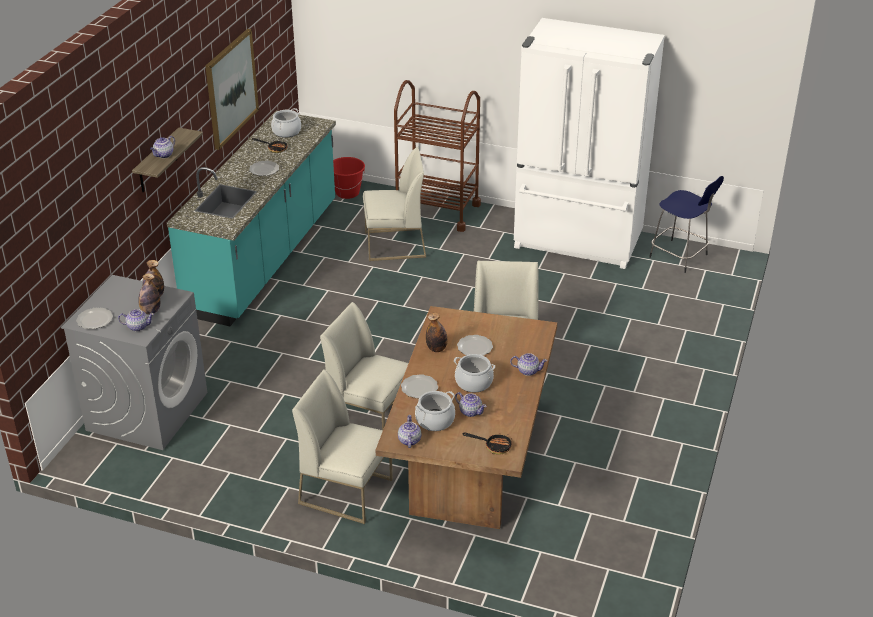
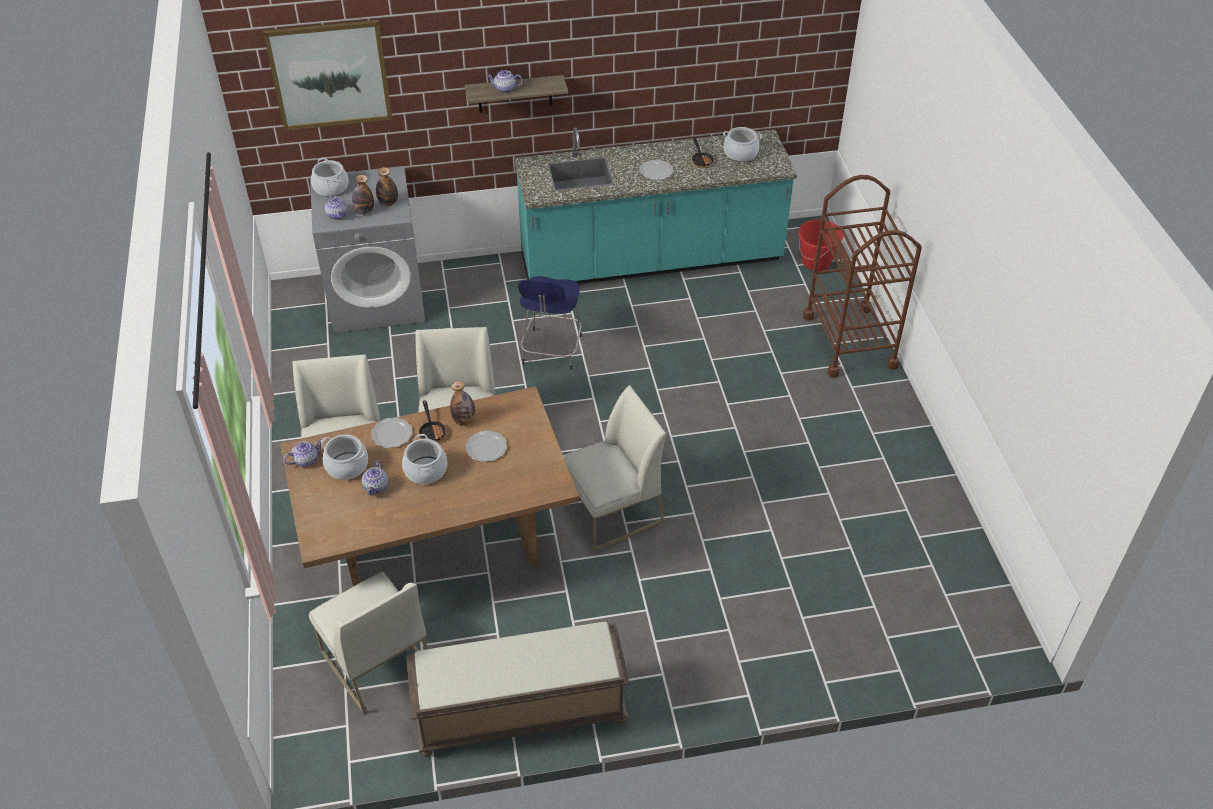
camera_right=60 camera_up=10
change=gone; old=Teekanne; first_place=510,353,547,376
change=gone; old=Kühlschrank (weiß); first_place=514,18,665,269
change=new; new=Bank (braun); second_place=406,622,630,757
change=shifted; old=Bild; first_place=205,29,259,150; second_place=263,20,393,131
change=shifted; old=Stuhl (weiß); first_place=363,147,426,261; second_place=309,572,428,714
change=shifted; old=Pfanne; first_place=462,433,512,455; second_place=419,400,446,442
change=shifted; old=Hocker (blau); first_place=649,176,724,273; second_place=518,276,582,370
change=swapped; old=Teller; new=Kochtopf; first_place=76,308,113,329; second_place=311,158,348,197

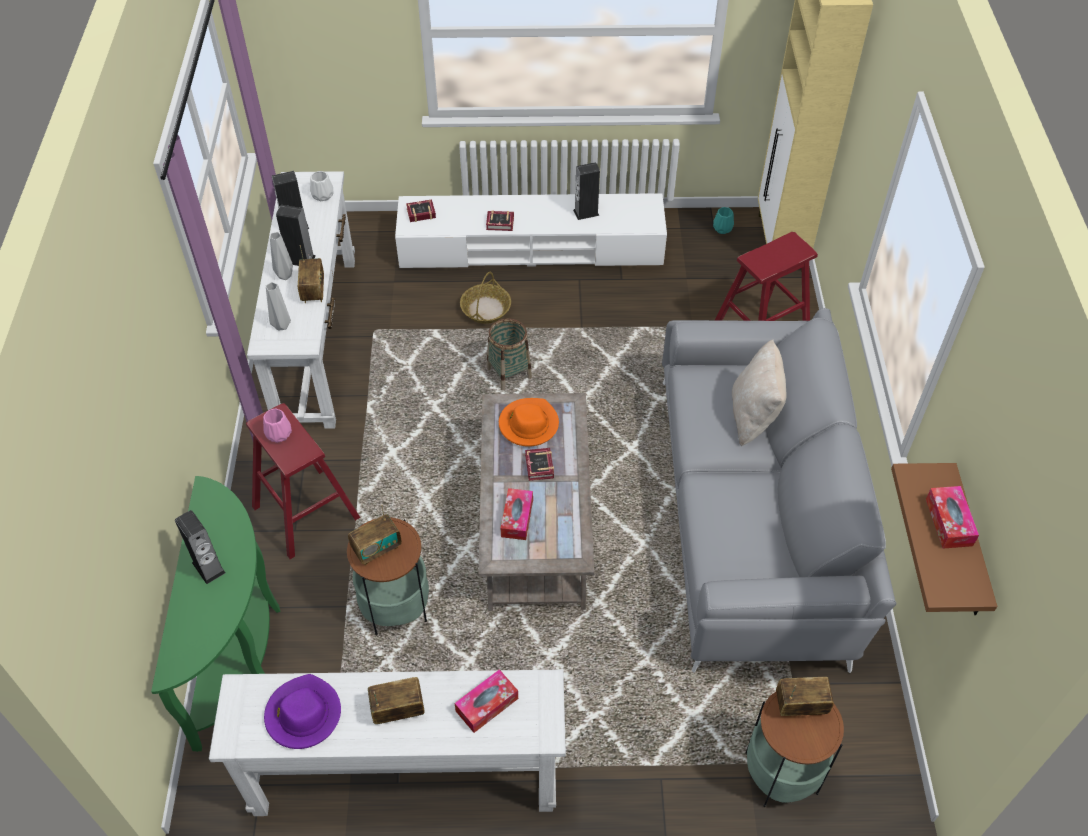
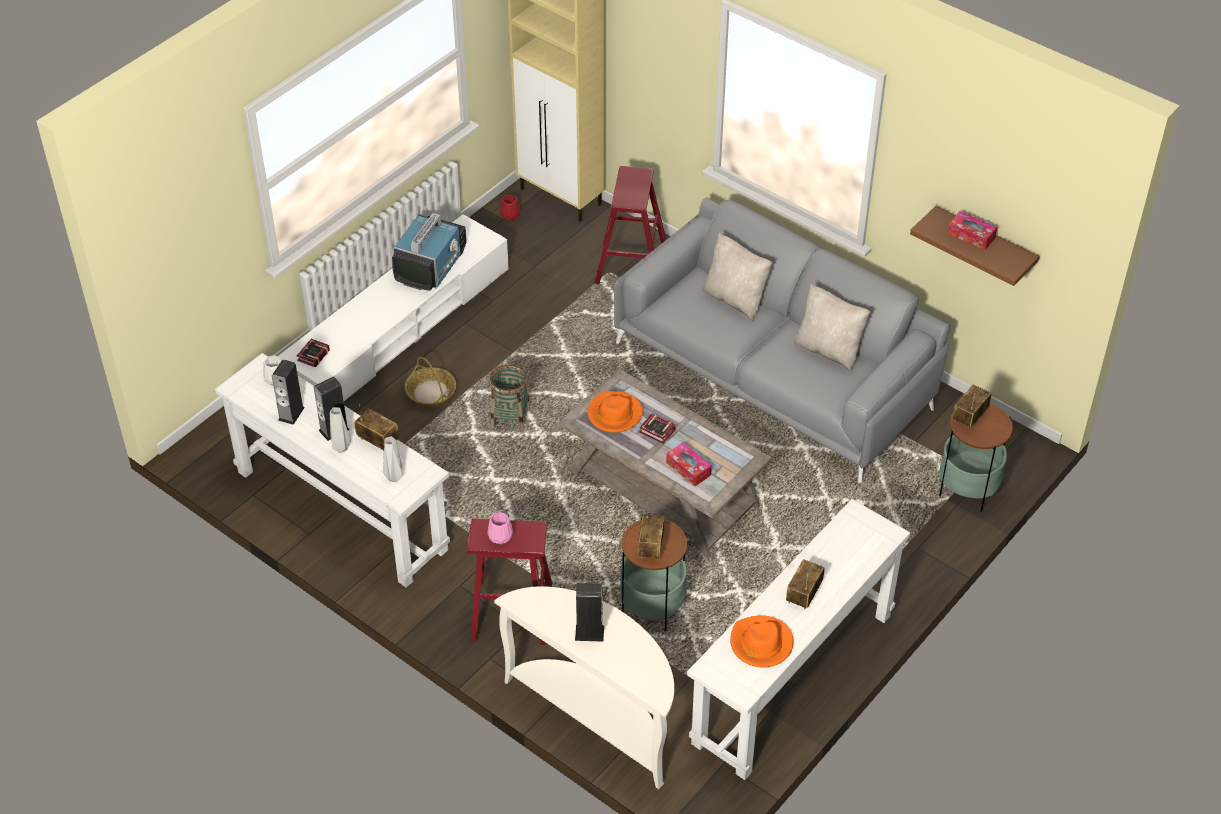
camera_right=-50 camera_up=-5
change=gone; old=Taschentuchbox; first_place=455,669,518,733
change=gone; old=Buch; first_place=486,210,514,231
change=new; new=Kissen (beige); second_place=794,284,870,372
change=swapped; old=Lautsprecher; new=Fernseher; first_place=573,162,600,220; second_place=392,213,466,291
change=repainted; old=Konsolentisch (grün); new=Konsolentisch (weiß); first_place=151,476,280,752; second_place=494,586,674,789
change=repainted; old=Hut (lila); new=Hut (orange); first_place=264,674,341,749; second_place=730,615,793,668
change=repainted; old=Vase (türkis); new=Vase (rot); first_place=713,207,734,234; second_place=500,195,520,221

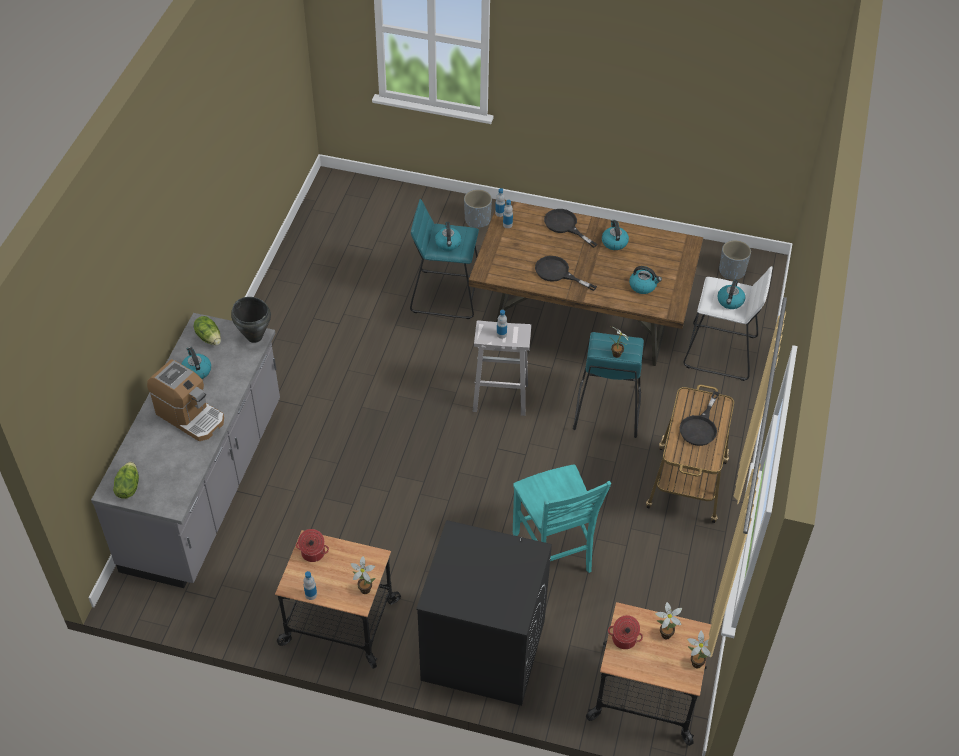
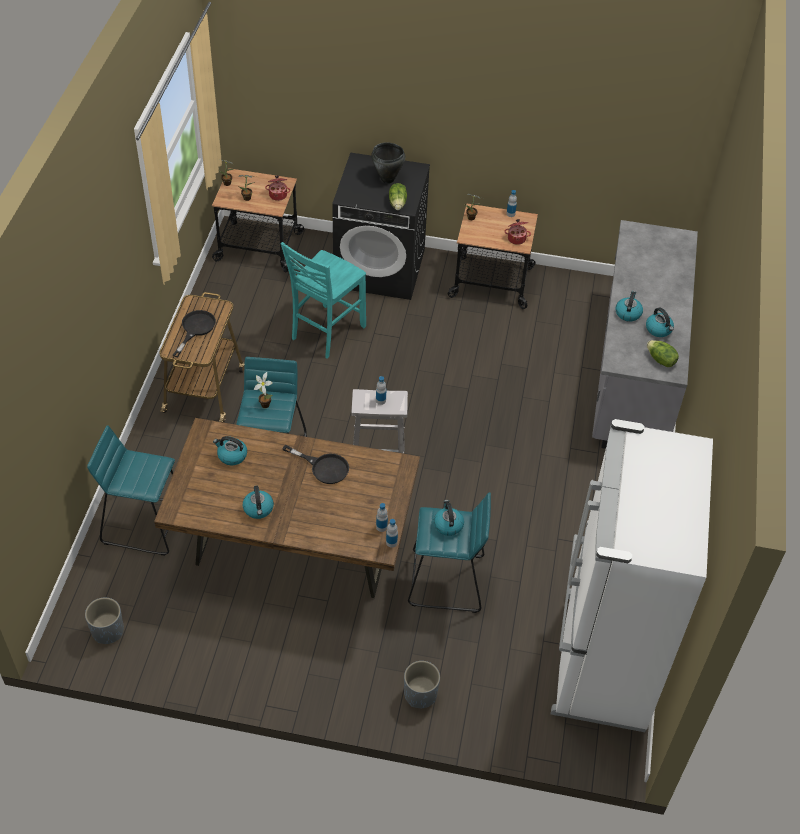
camera_right=175 camera_up=0
change=gone; old=Kaffeemaschine; first_place=147,359,224,441
change=gone; old=Pfanne (schwarz); first_place=544,209,598,248
change=new; new=Kühlschrank (weiß); second_place=551,419,713,732
change=shifted; old=Salatkopf; first_place=113,462,139,499; second_place=389,183,407,210
change=shifted; old=Kochtopf (schwarz); first_place=231,297,271,343; second_place=371,142,405,184
change=shifted; old=Wasserkessel; first_place=717,279,745,309; second_place=615,291,643,322
change=repainted; old=Hocker (weiß); new=Hocker (türkis); first_place=683,266,772,381; second_place=87,425,175,555
change=rotated; old=Stuhl (türkis); first_place=513,465,611,573; second_place=281,242,366,359; degrees=-120

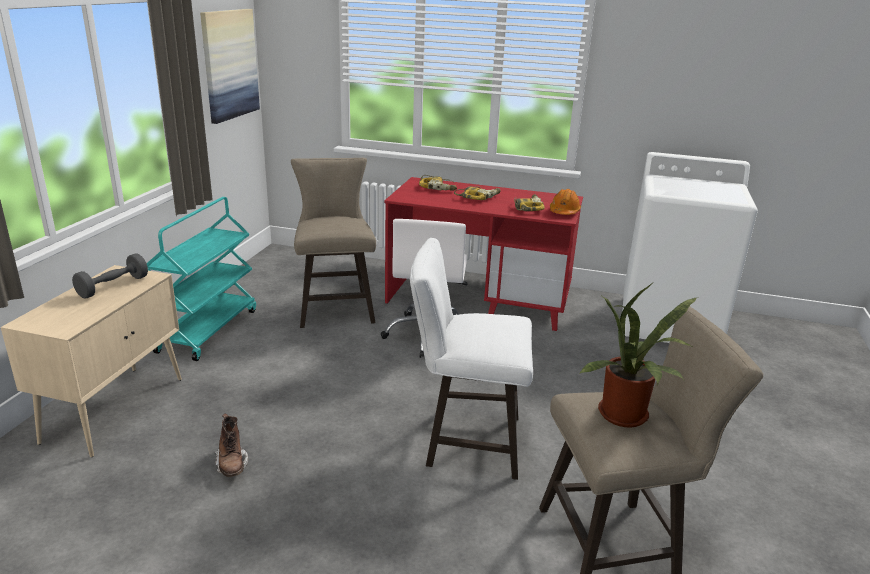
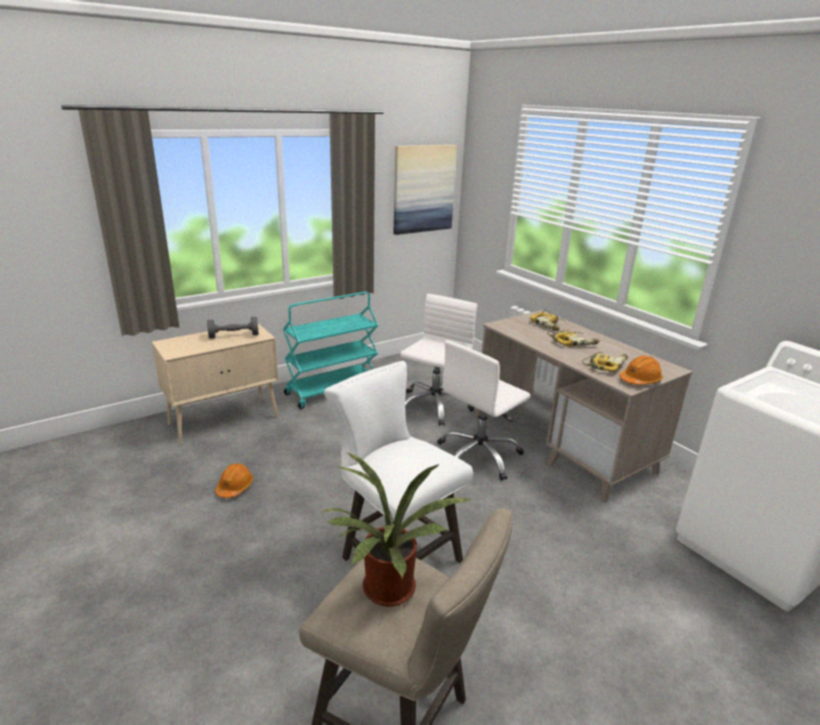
camera_right=40 camera_up=0
change=swapped; old=Stiefel (braun); new=Schutzhelm (orange); first_place=214,413,248,477; second_place=215,463,253,498
change=swapped; old=Hocker (beige); new=Bürostuhl (weiß); first_place=291,158,376,328; second_place=400,294,477,426
change=repainted; old=Schreibtisch (rot); new=Schreibtisch (beige); first_place=384,177,583,331; second_place=476,310,693,502

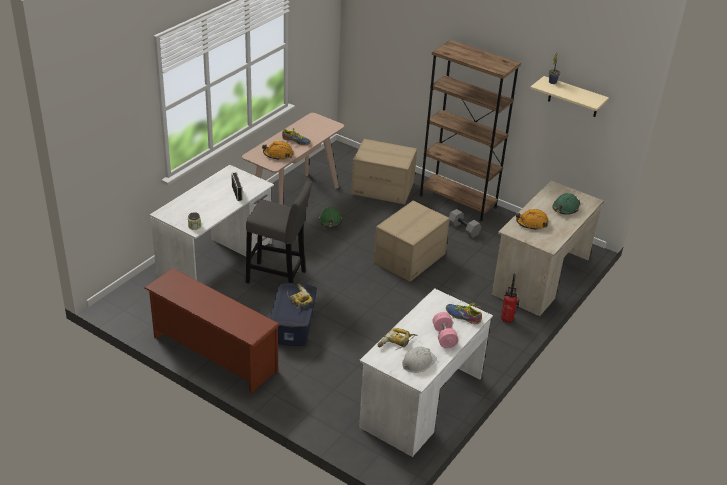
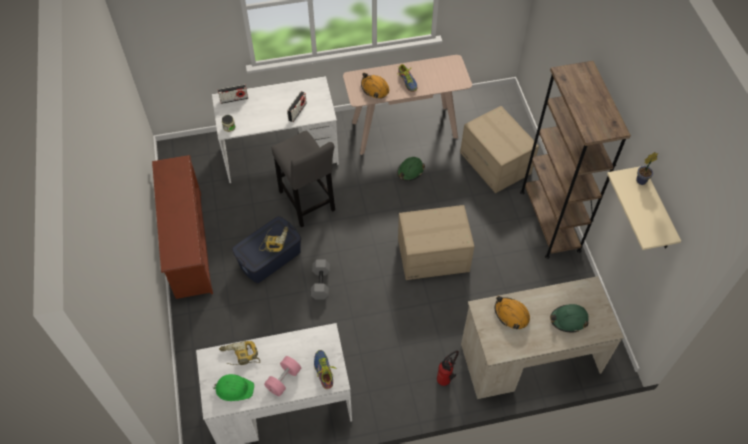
camera_right=45 camera_up=20
change=new; new=Radio; second_place=218,84,248,104
change=shifted; old=Hantel (grau); first_place=449,209,481,238; second_place=311,260,330,300
change=repainted; old=Schutzhelm (weiß); new=Schutzhelm (grün); first_place=402,347,437,373; second_place=213,374,254,401

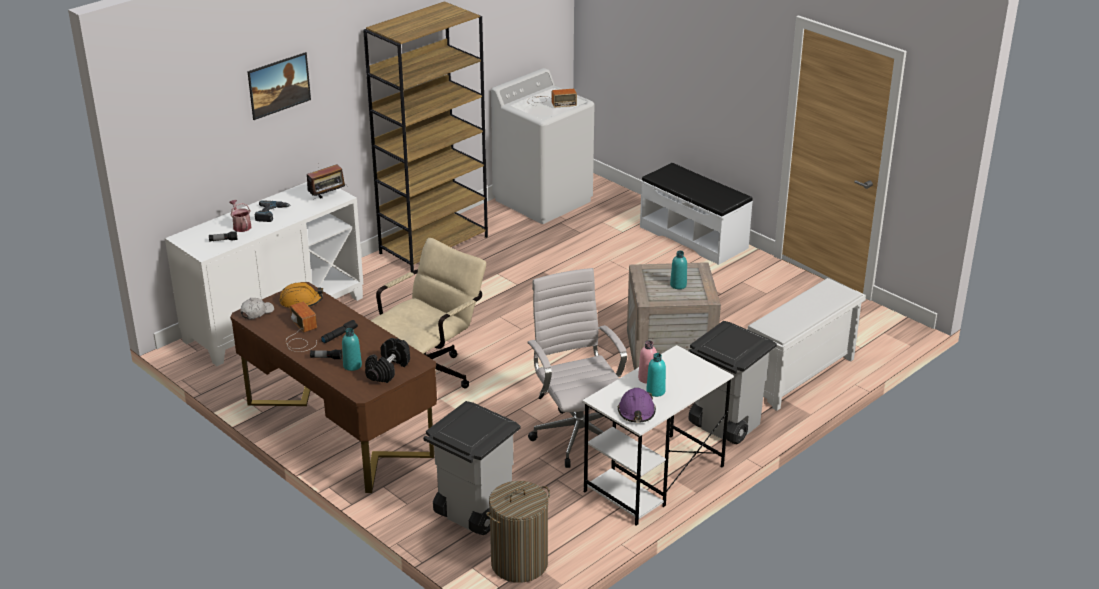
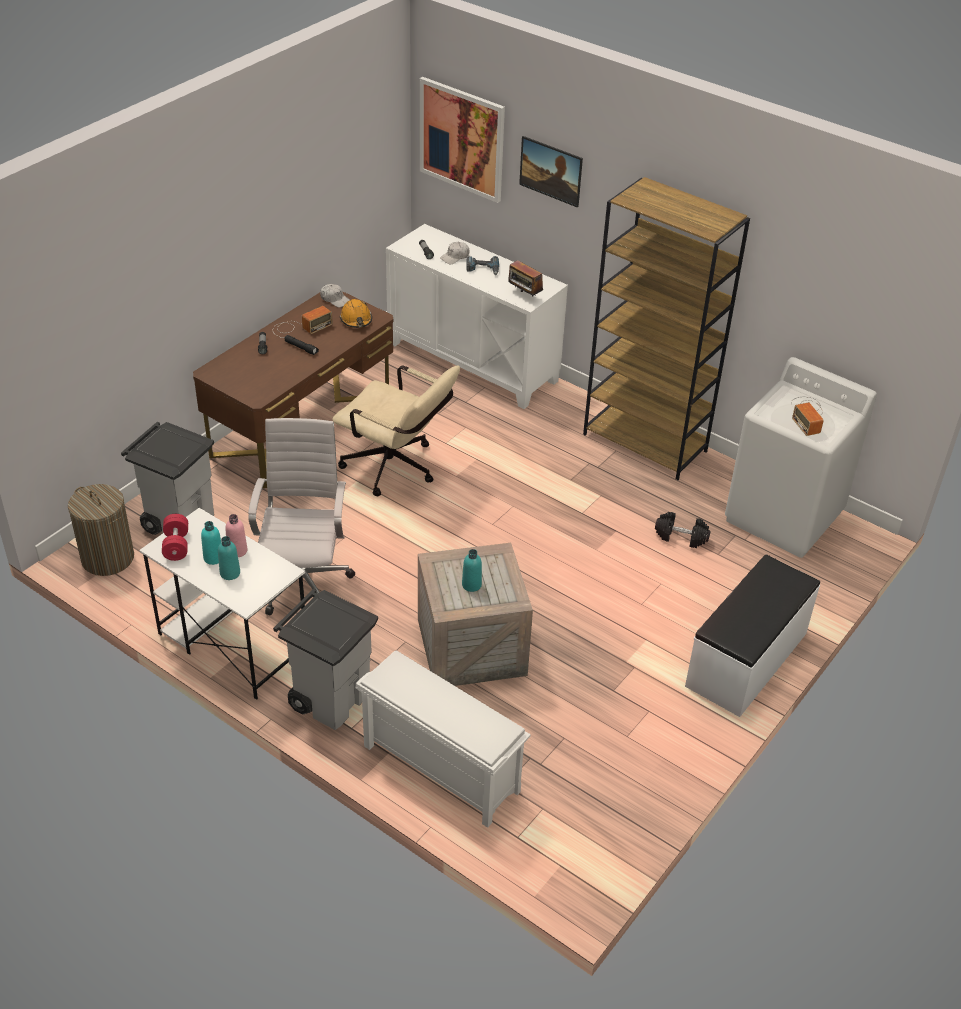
camera_right=80 camera_up=10
change=new; new=Bild; second_place=420,77,505,203
change=shifted; old=Flasche (türkis); first_place=342,328,362,371; second_place=218,536,240,580
change=shifted; old=Hantel (schwarz); first_place=365,338,410,383; second_place=655,512,711,548
change=swapped; old=Gießkanne; new=Kappe (weiß); first_place=229,200,251,232; second_place=440,242,469,264
change=swapped; old=Schutzhelm (lila); new=Hantel (rot); first_place=618,388,656,423; second_place=162,514,188,561
change=rotated; old=Bürostuhl (weiß); first_place=527,268,627,468; second_place=248,418,355,615; degrees=-60

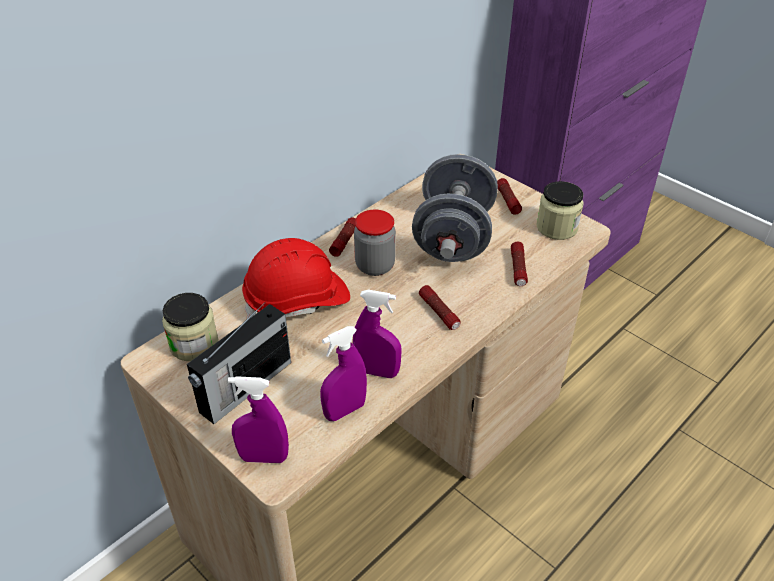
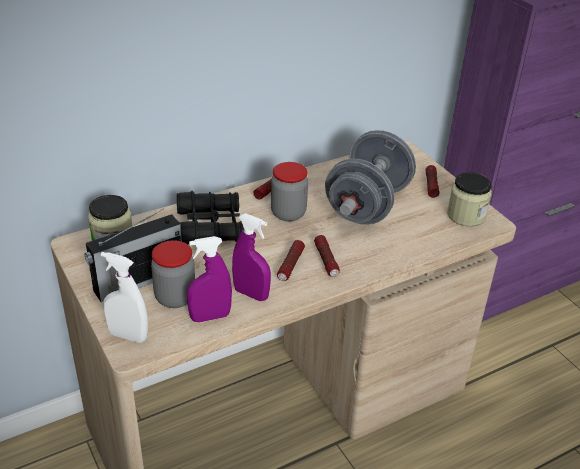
camera_right=15 camera_up=-5
change=new; new=Vorratsglas; second_place=151,240,195,308
change=shifted; old=Taschenlampe; first_place=511,242,528,286; second_place=277,240,305,281
change=swapped; old=Schutzhelm (rot); new=Fernglas (schwarz); first_place=242,238,350,319; second_place=177,191,244,246
change=repainted; old=Sprühflasche (lila); new=Sprühflasche (weiß); first_place=228,376,289,463; second_place=101,252,148,343

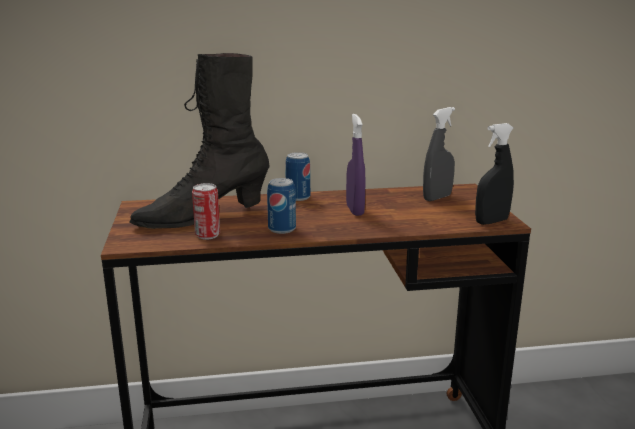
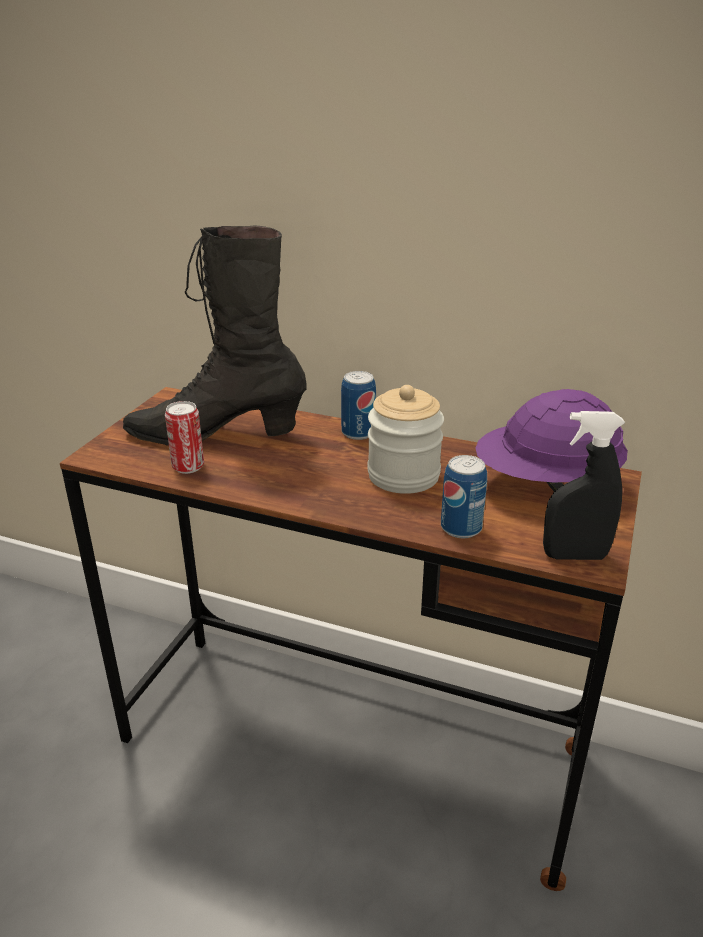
camera_right=30 camera_up=10
change=shifted; old=Dose; first_place=267,178,296,234; second_place=441,455,487,538
change=swapped; old=Sprühflasche (lila); new=Vorratsglas; first_place=346,114,365,216; second_place=367,385,444,494
change=swapped; old=Sprühflasche (grau); new=Schutzhelm (lila); first_place=423,107,455,201; second_place=475,389,628,492

